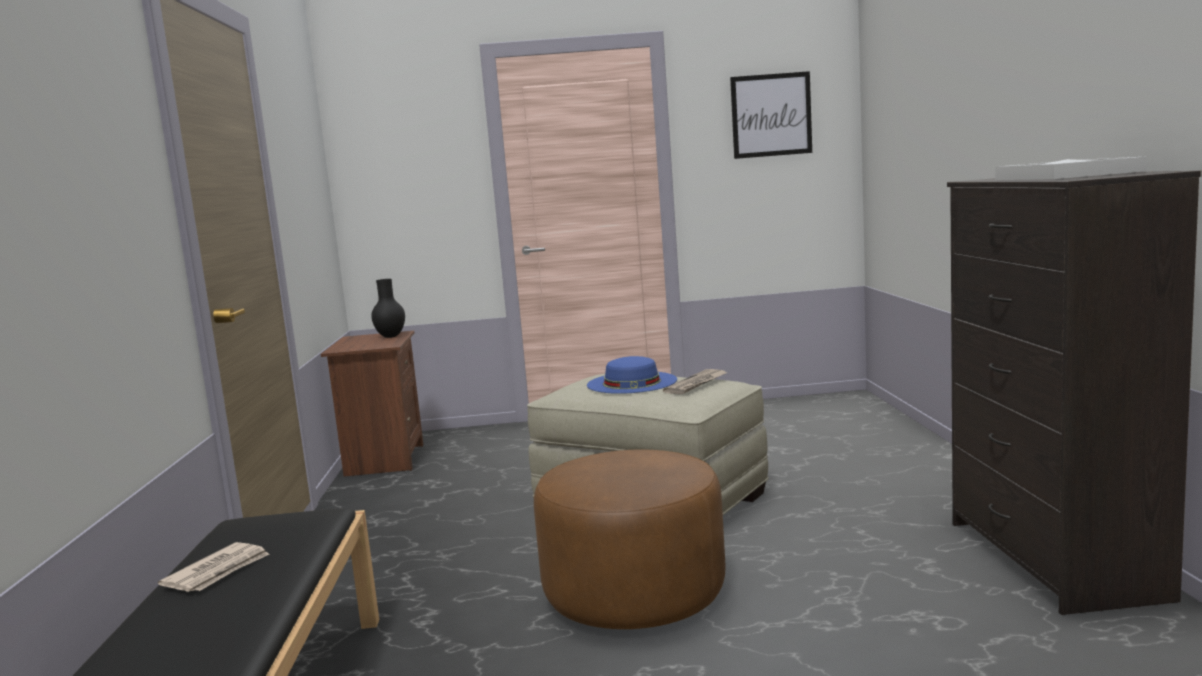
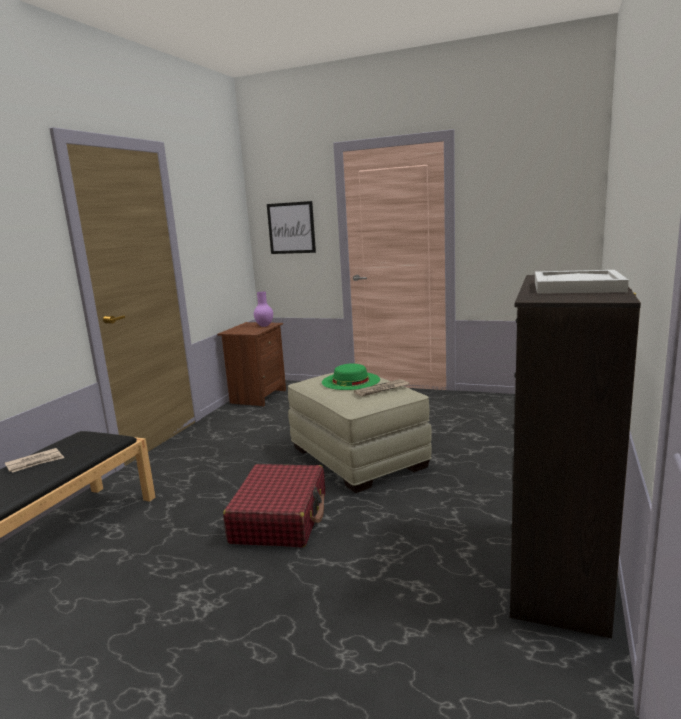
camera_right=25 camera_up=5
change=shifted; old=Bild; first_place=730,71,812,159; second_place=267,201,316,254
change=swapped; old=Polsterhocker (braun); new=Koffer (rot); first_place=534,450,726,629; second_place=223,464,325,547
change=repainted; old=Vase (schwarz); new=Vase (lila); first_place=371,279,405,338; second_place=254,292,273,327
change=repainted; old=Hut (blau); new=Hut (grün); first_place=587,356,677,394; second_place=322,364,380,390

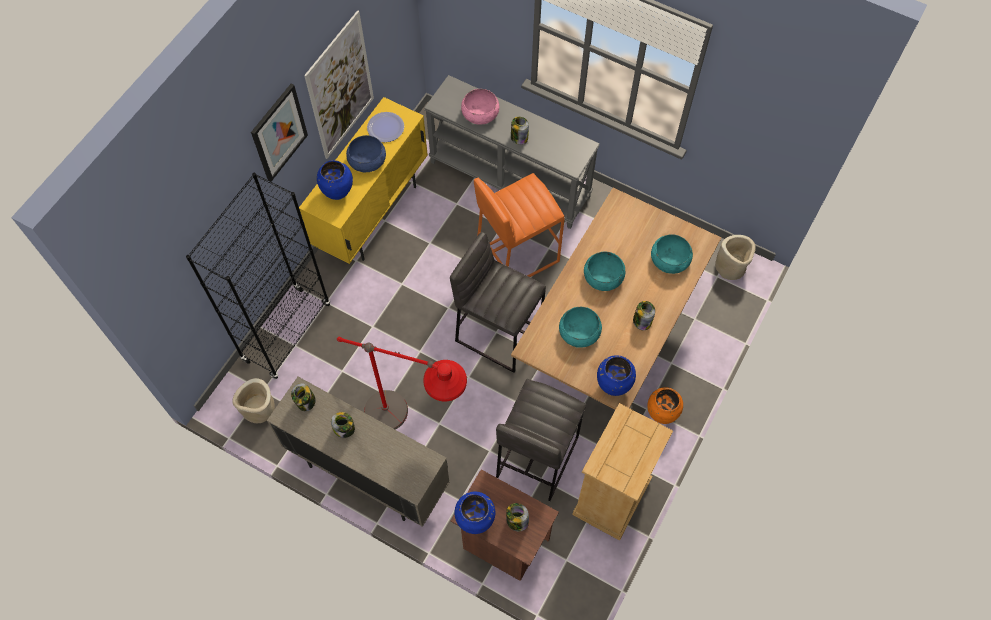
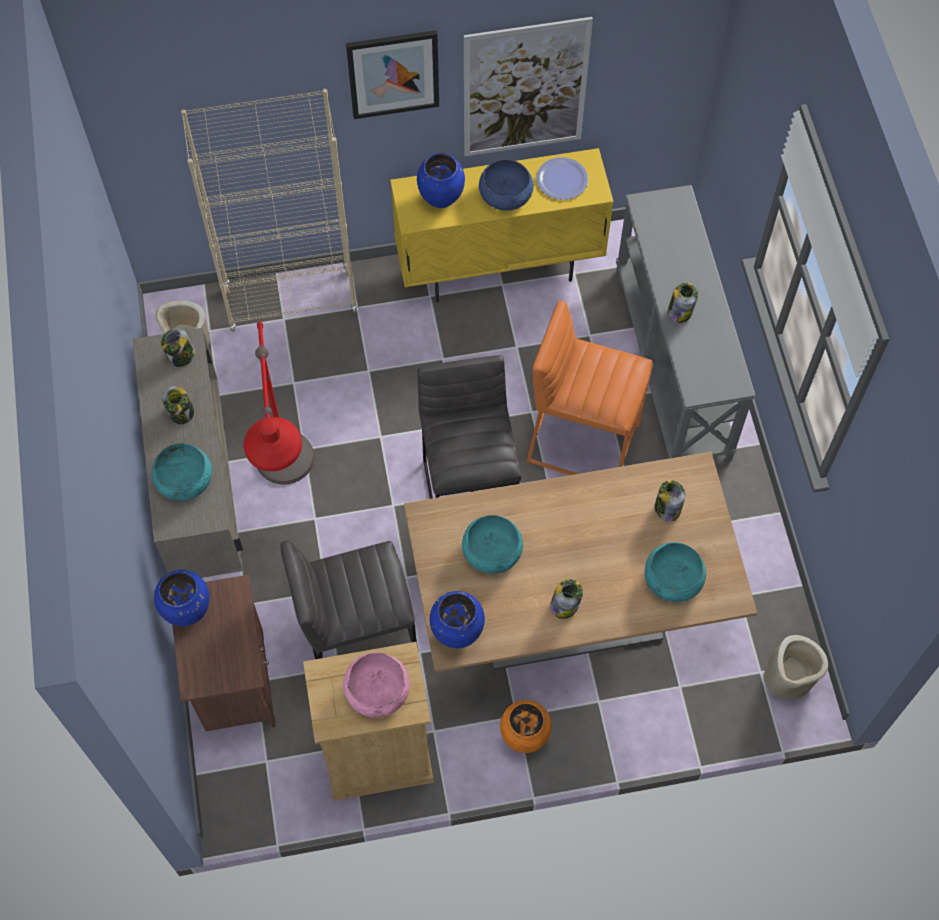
camera_right=50 camera_up=0
change=shifted; old=Schüssel (rosa); first_place=461,89,499,124; second_place=343,652,410,718
change=shifted; old=Vorratsglas; first_place=506,503,529,531; second_place=655,480,686,522
change=shifted; old=Schüssel (türkis); first_place=584,252,625,291; second_place=152,443,212,501
change=repainted; old=Bücherregal (schwarz); new=Bücherregal (beige); first_place=186,173,330,380; second_place=181,89,358,332

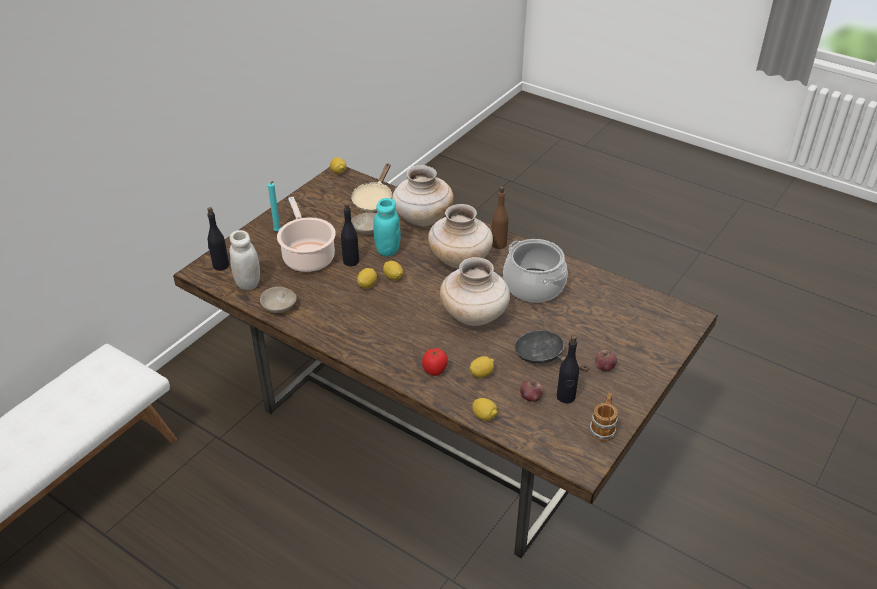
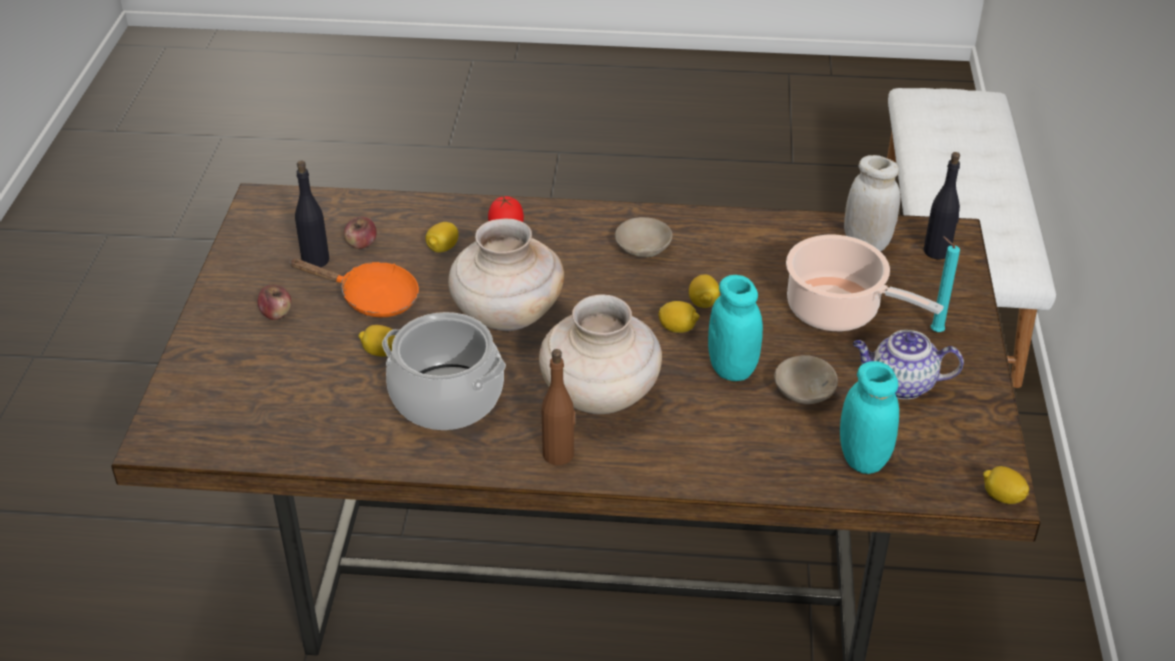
camera_right=150 camera_up=0
change=gone; old=Flasche (schwarz); first_place=341,203,359,266
change=gone; old=Vase (beige); first_place=392,165,454,226
change=gone; old=Henkelbecher; first_place=590,393,618,442
change=new; new=Teekanne; second_place=853,330,964,399
change=shifted; old=Schüssel (beige); first_place=260,287,296,313; second_place=615,217,673,257
change=shifted; old=Zitrone; first_place=472,398,497,421; second_place=359,325,396,356
change=swapped; old=Pfanne (beige); new=Vorratsglas (türkis); first_place=351,163,392,212; second_place=840,361,899,474
change=repainted; old=Pfanne (schwarz); new=Pfanne (orange); first_place=515,330,589,372; second_place=289,259,419,317

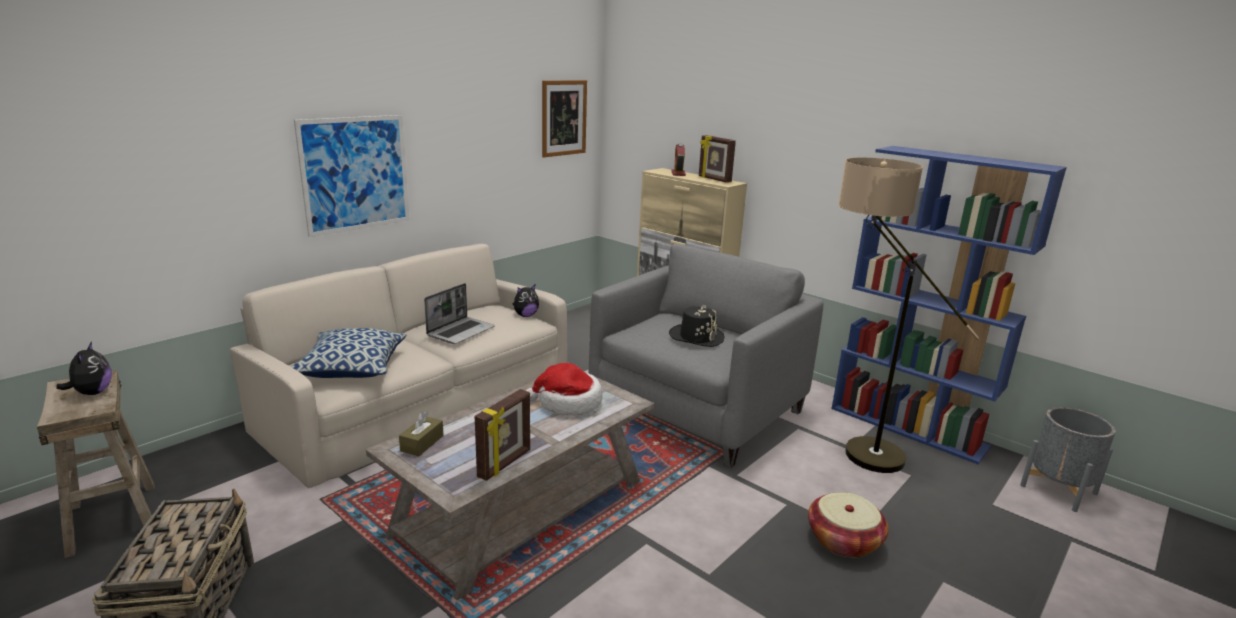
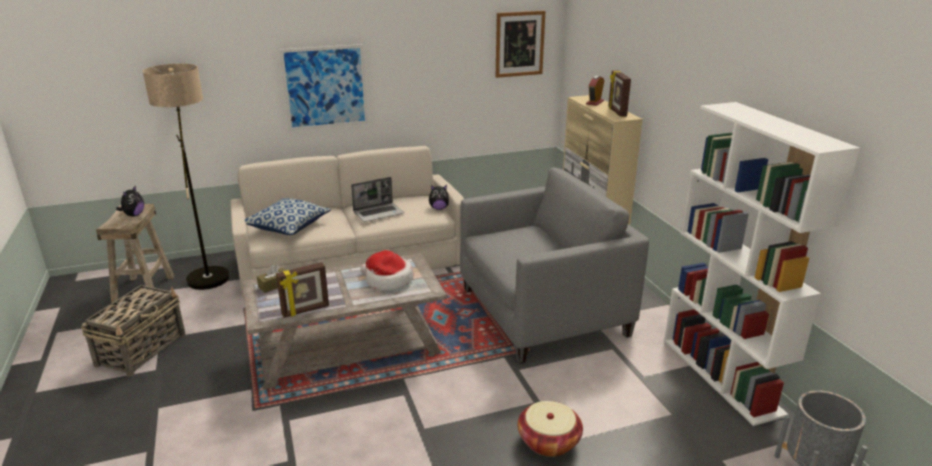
camera_right=30 camera_up=5
change=gone; old=Hut (schwarz); first_place=669,306,724,347
change=shifted; old=Stehlampe; first_place=838,157,980,473; second_place=143,64,230,290
change=repainted; old=Bücherregal (blau); new=Bücherregal (weiß); first_place=831,146,1067,464; second_place=664,102,860,426

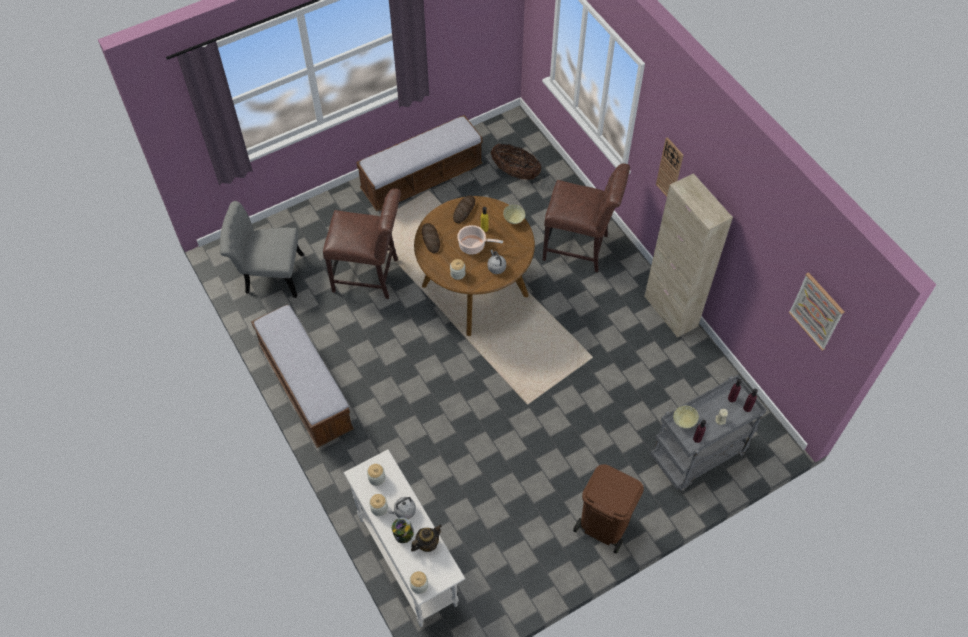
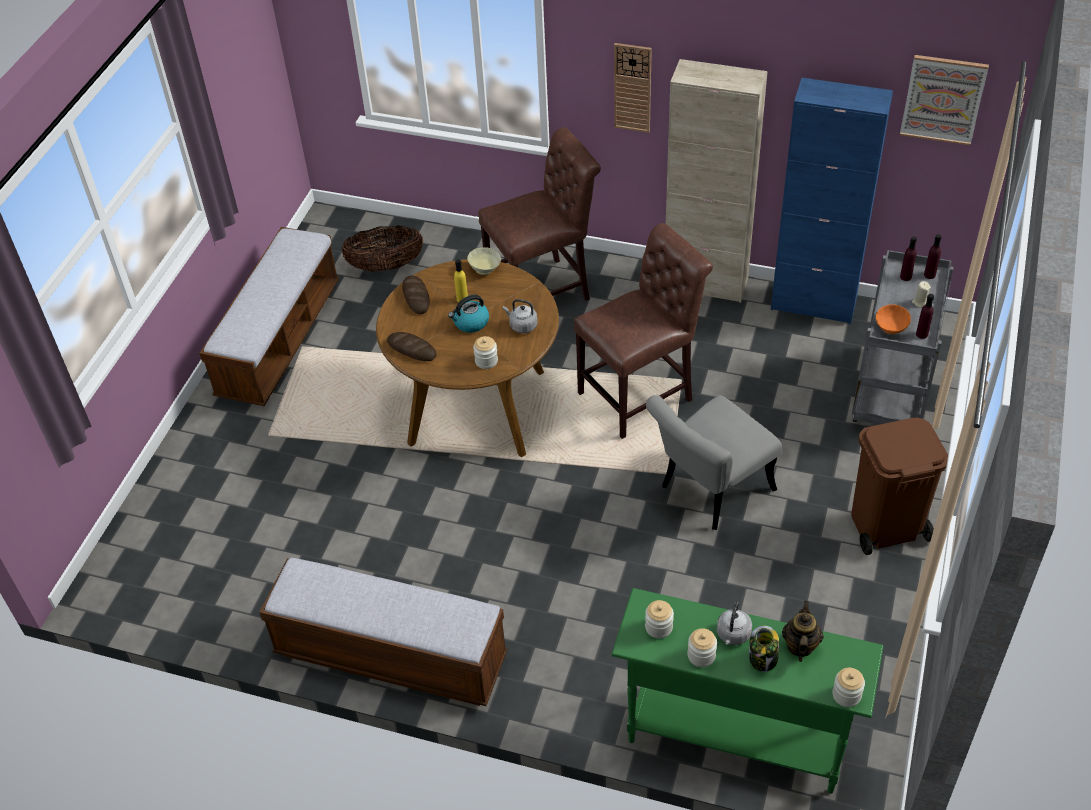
camera_right=-40 camera_up=-10
change=new; new=Schrank (blau); second_place=771,78,893,324
change=shifted; old=Stuhl (grau); first_place=220,201,304,298; second_place=646,395,782,530
change=shifted; old=Stuhl (braun); first_place=323,189,401,299; second_place=574,223,713,439
change=swapped; old=Kochtopf; new=Wasserkessel; first_place=457,225,503,255; second_place=448,295,489,333
change=repainted; old=Konsolentisch (weiß); new=Konsolentisch (grün); first_place=344,449,466,627; second_place=611,588,884,794
change=repainted; old=Schüssel (beige); new=Schüssel (orange); first_place=673,406,699,428; second_place=876,304,911,334

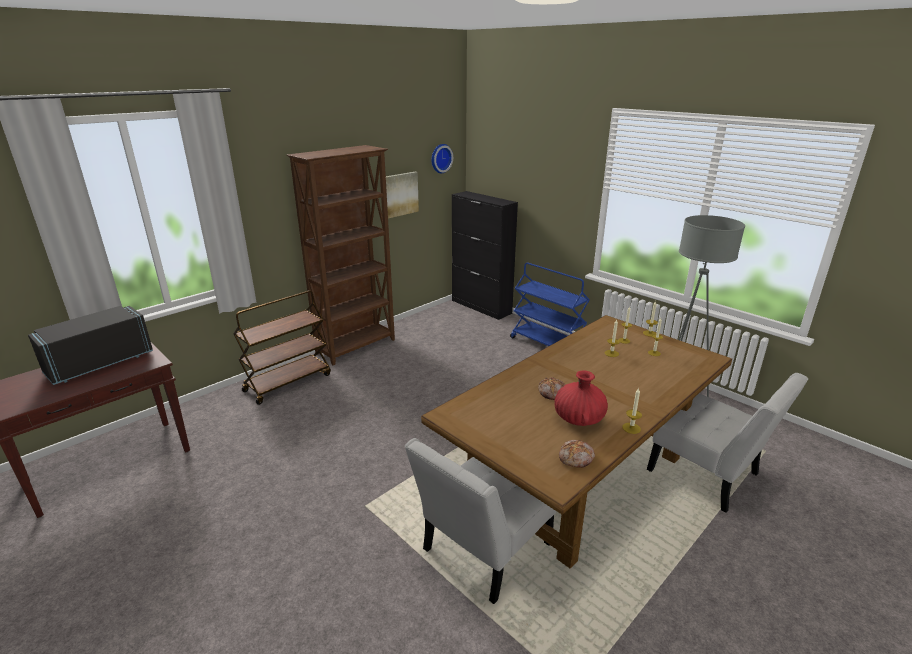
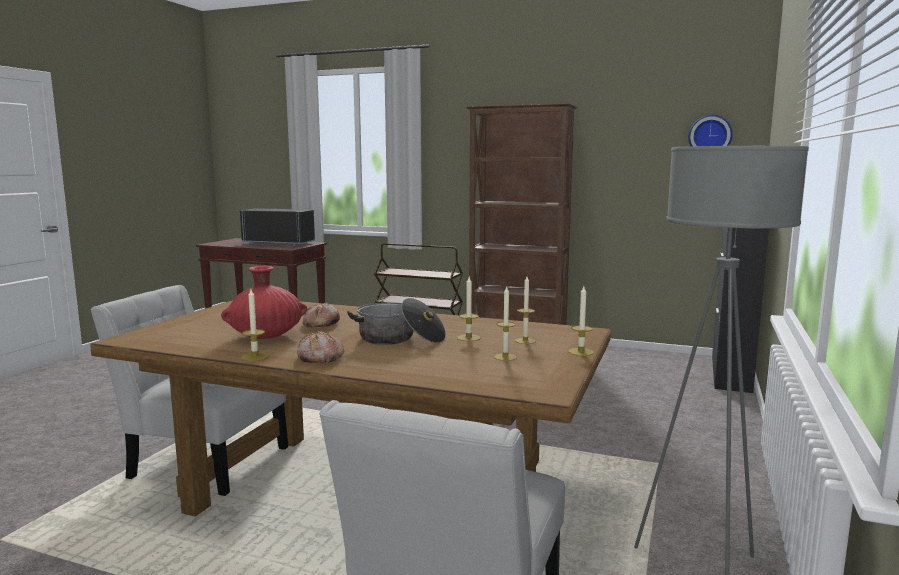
camera_right=65 camera_up=-15
change=gone; old=Bild; first_place=386,172,419,218
change=gone; old=Rollwagen (blau); first_place=510,263,590,346
change=new; new=Kochtopf; second_place=347,298,446,345
change=shifted; old=Brot; first_place=559,440,595,468; second_place=297,330,344,363

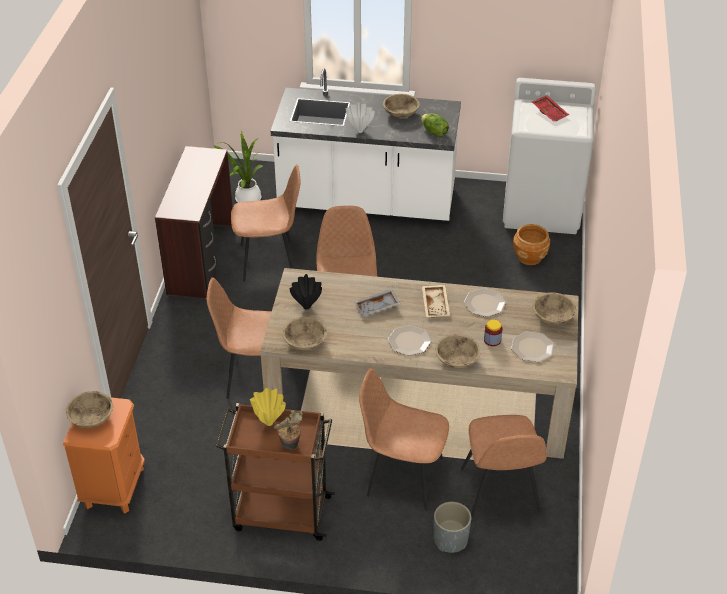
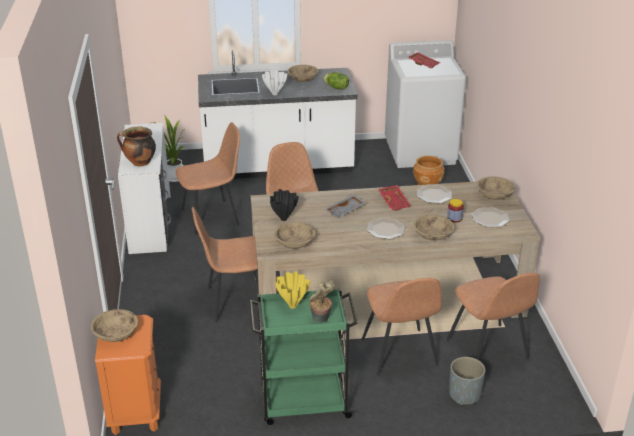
camera_right=-15 camera_up=-10
change=new; new=Kochtopf; second_place=117,126,156,166
change=repainted; old=Schreibtisch (braun); new=Schreibtisch (weiß); first_place=155,146,233,299; second_place=118,123,171,254
change=repainted; old=Rollwagen (braun); new=Rollwagen (grün); first_place=216,403,335,541; second_place=249,289,358,425
change=repainted; old=Tablett (beige); new=Tablett (rot); first_place=422,285,450,318; second_place=378,185,411,211
change=rotated; old=Stuhl (braun); first_place=359,368,449,510; second_place=361,278,442,376; degrees=-105

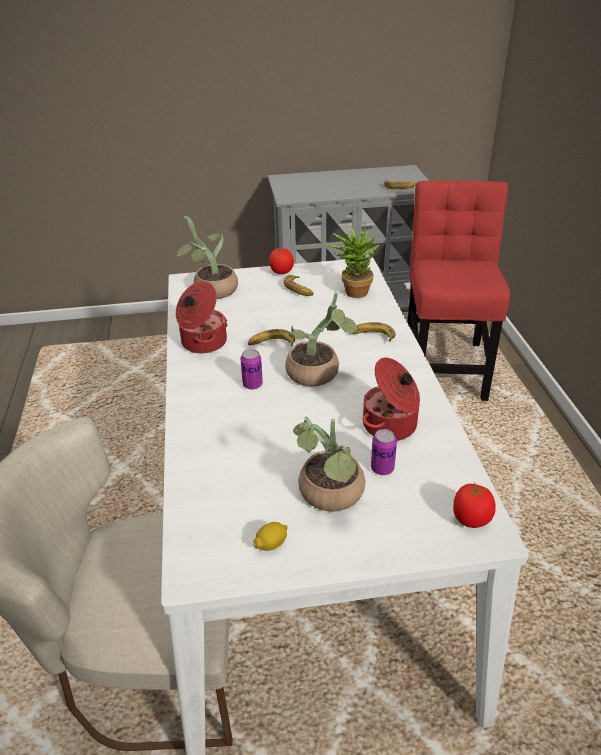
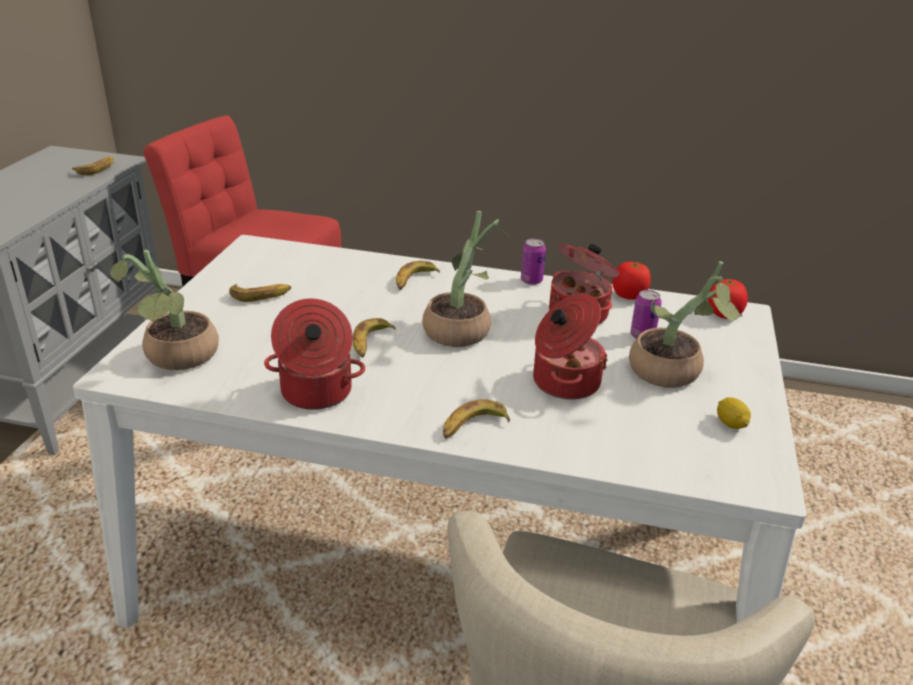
camera_right=-70 camera_up=-5
change=gone; old=Topfpflanze; first_place=327,222,379,298
change=new; new=Banane; second_place=443,399,510,439
change=new; new=Kochtopf; second_place=533,294,608,400
change=shifted; old=Dose; first_place=241,349,263,390; second_place=521,238,546,285
change=shifted; old=Tomate; first_place=269,248,294,274; second_place=613,262,651,299

